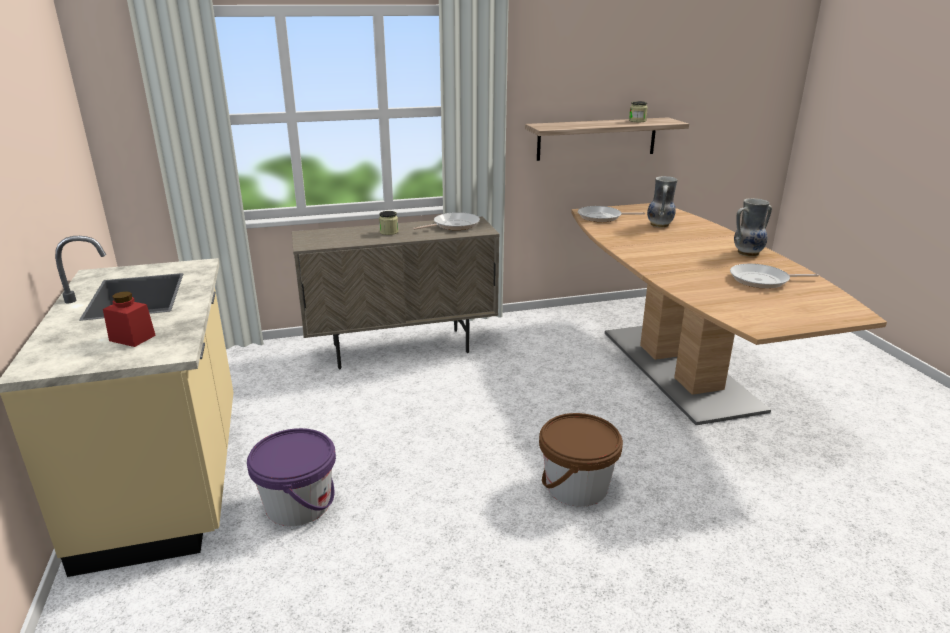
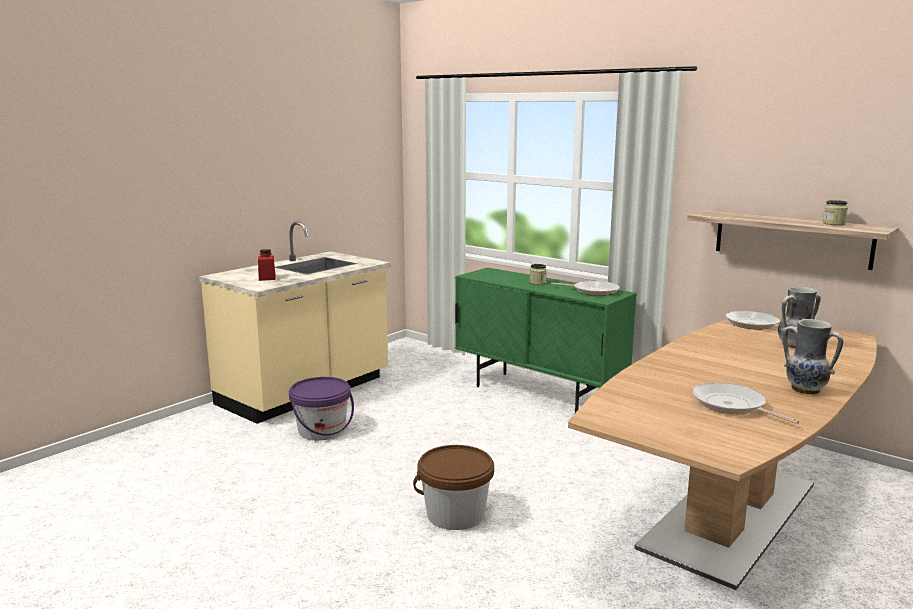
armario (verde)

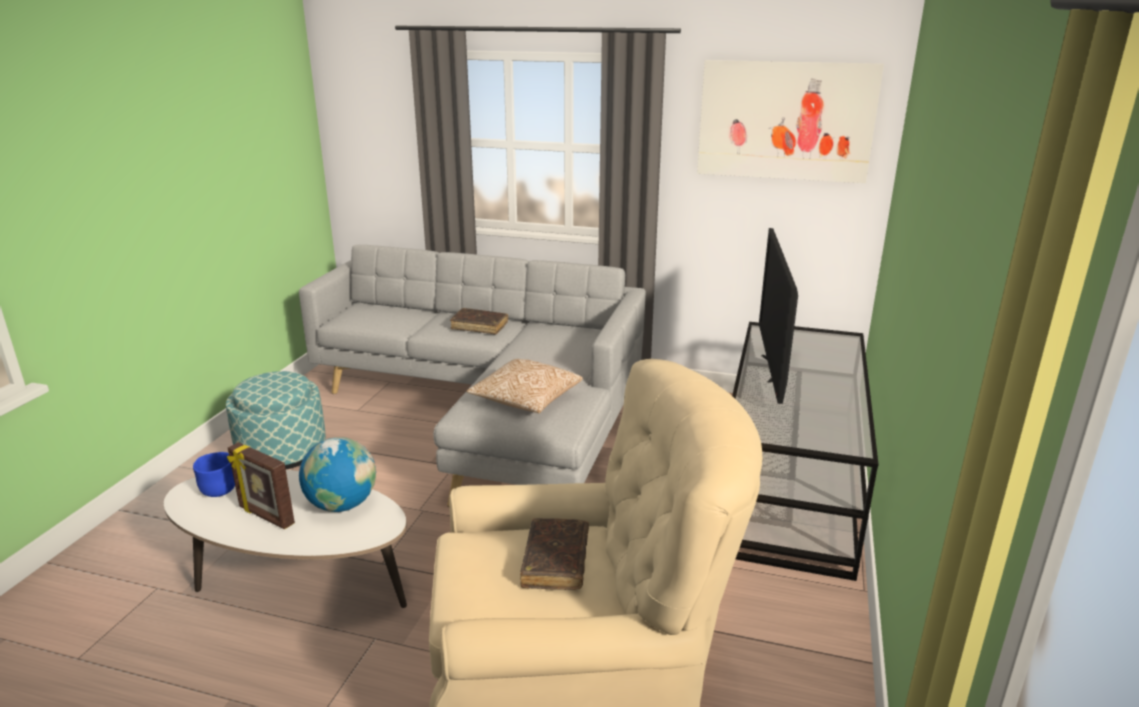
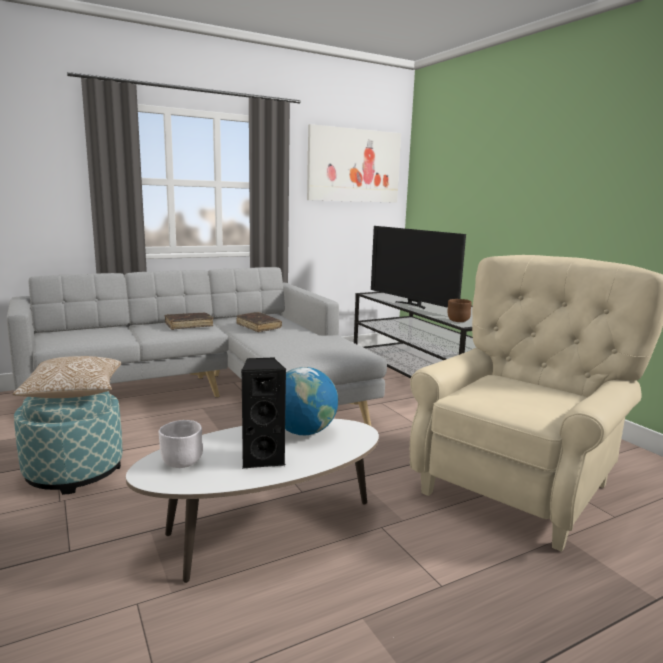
cuenco (marrón)
cojín
libro (marrón) (no. 2 from left)
altavoz (negro)
cuenco (blanco)

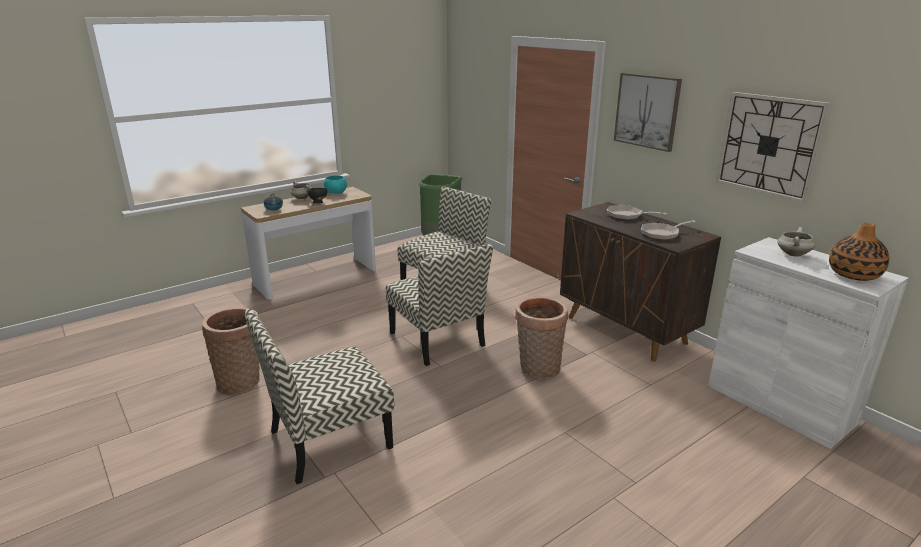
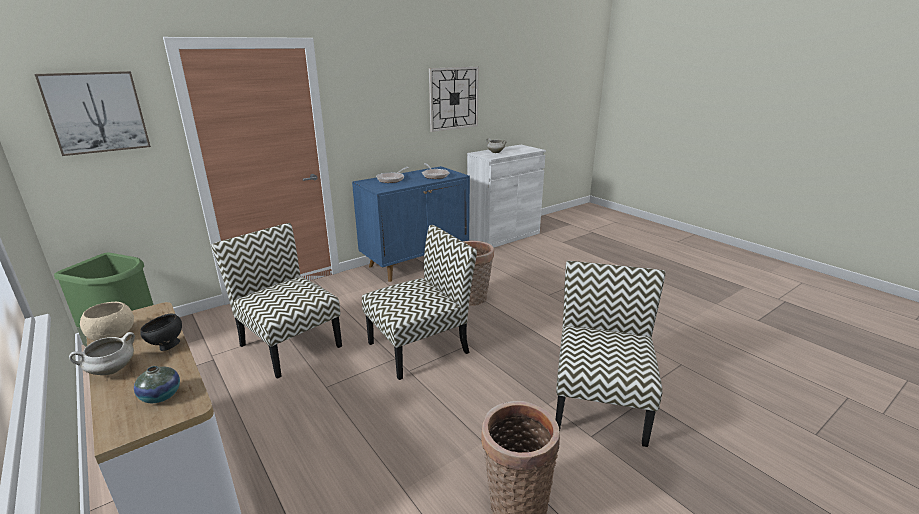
florero (no. 2 from left in the first image)
cuadro
cuenco (beis)
armario (azul)
silla (no. 3 from left)

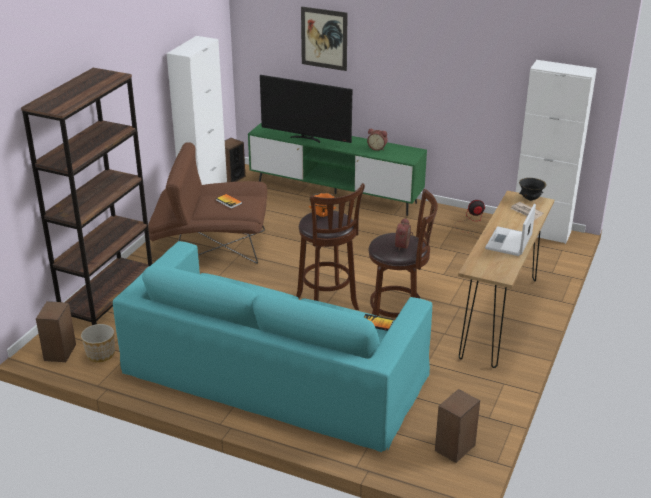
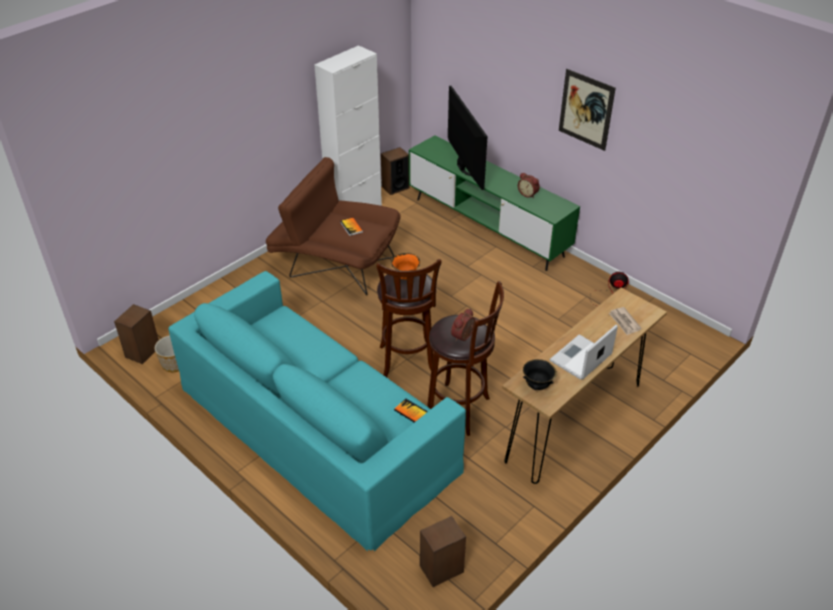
estantería (marrón)
armario (blanco) (no. 2 from left in the first image)
cuadro
cuenco (negro)
televisor

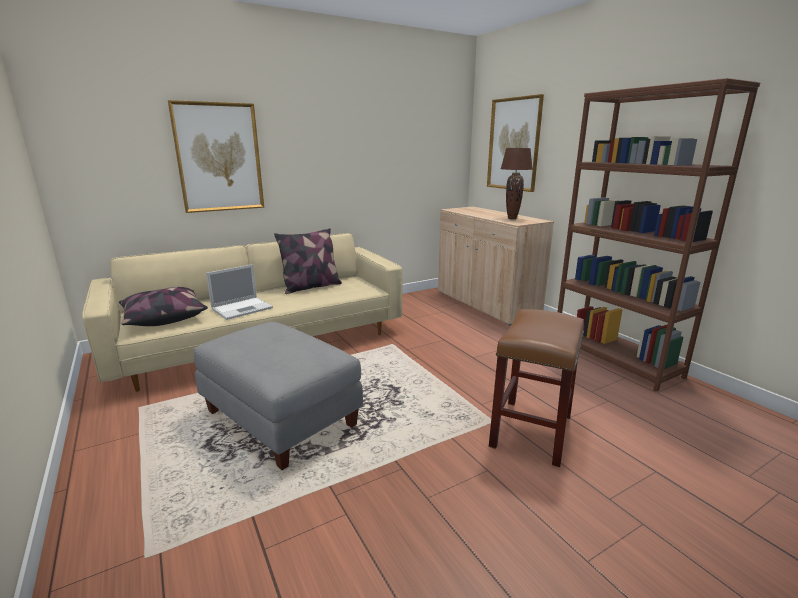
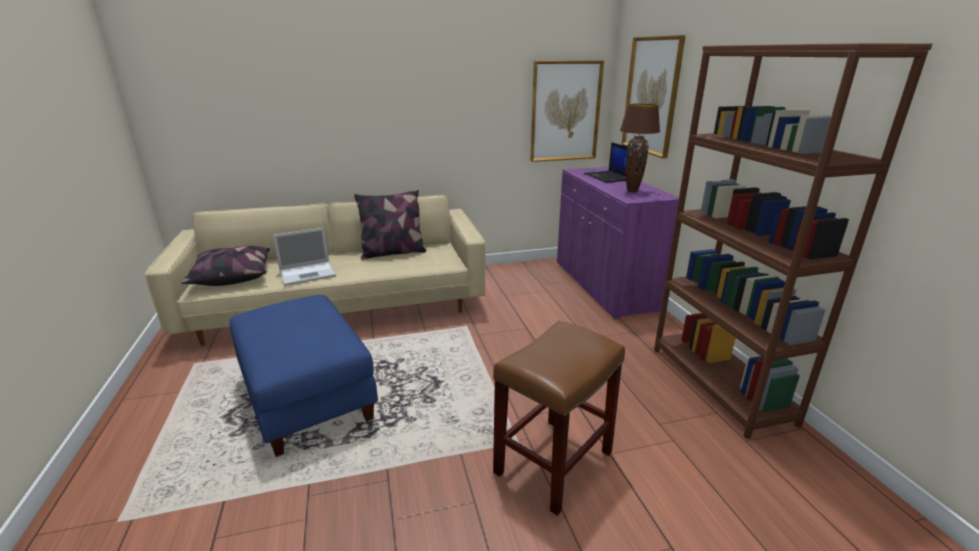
portátil (no. 2 from left)
cuadro (no. 1 from left)
puf (azul)
armario (morado)

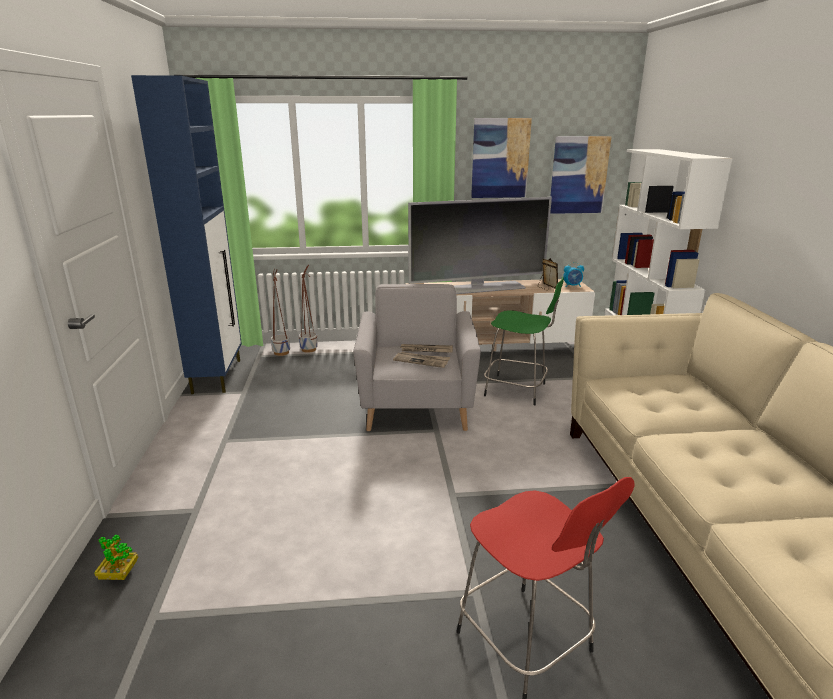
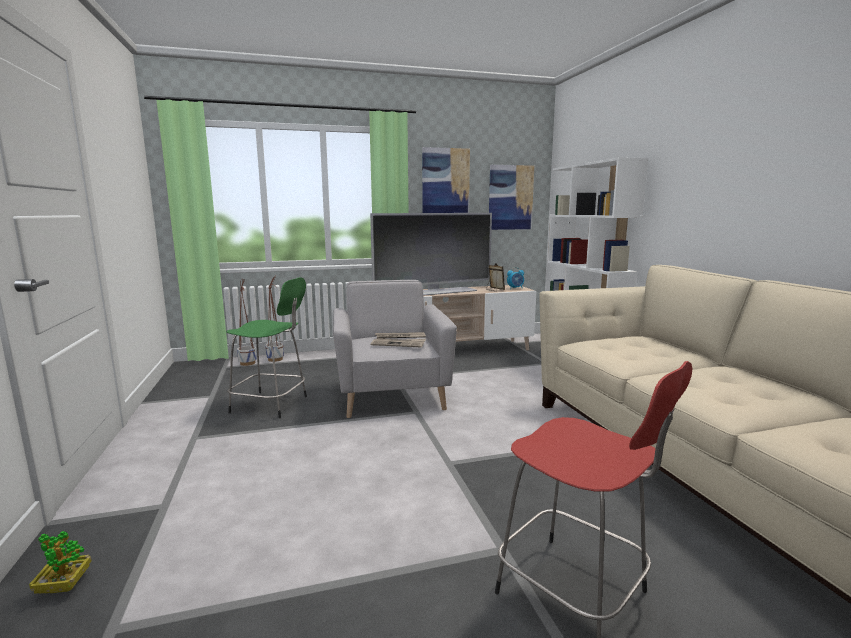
armario (azul)
taburete (verde)

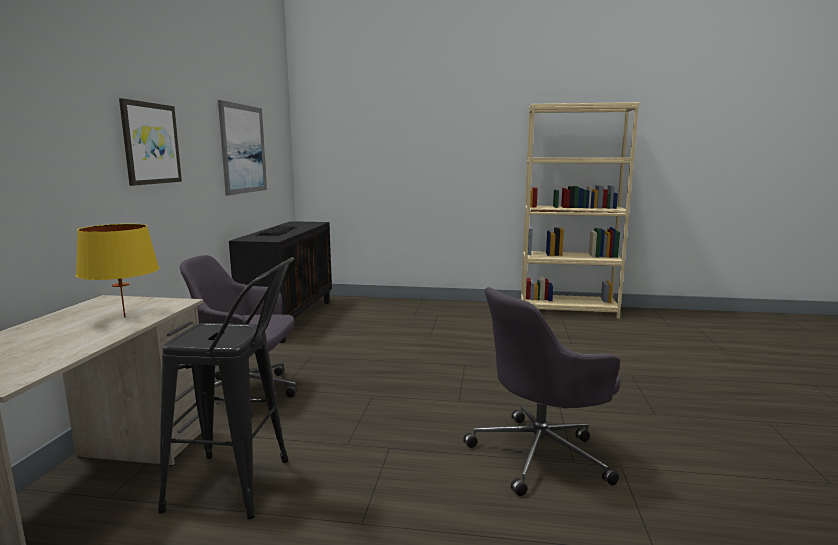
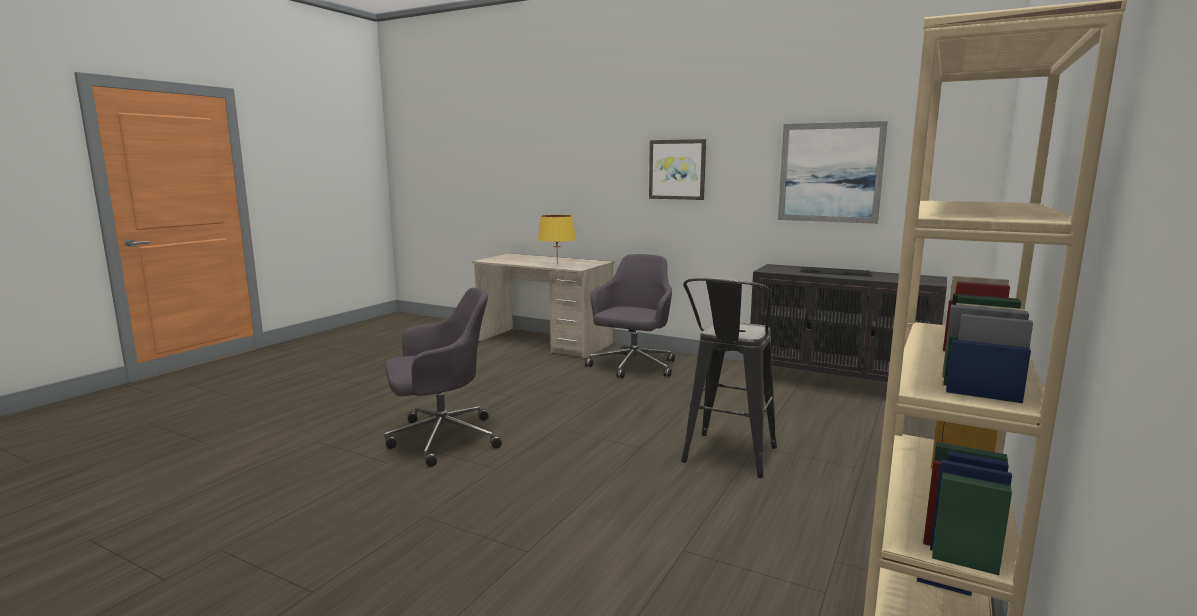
taburete (negro)
silla de oficina (gris) (no. 1 from left)

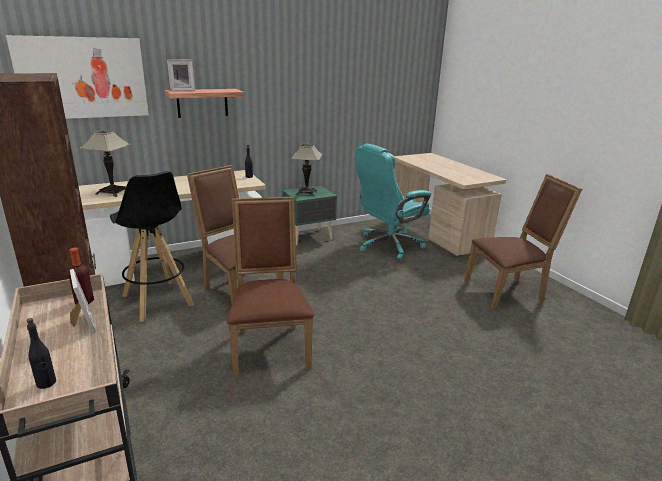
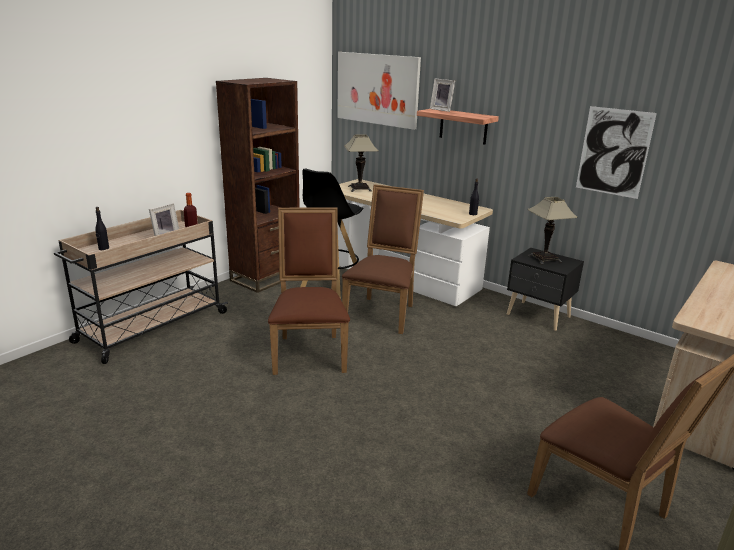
silla de oficina (turquesa)
cuadro (no. 2 from left)
mesita de noche (negro)
silla (marrón) (no. 1 from left)

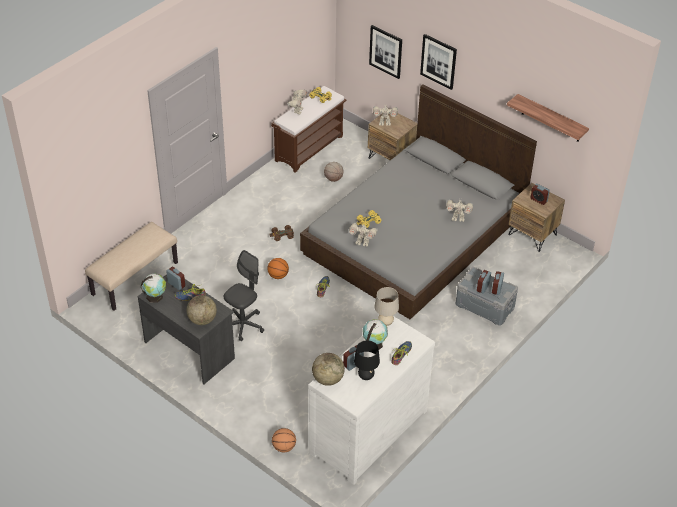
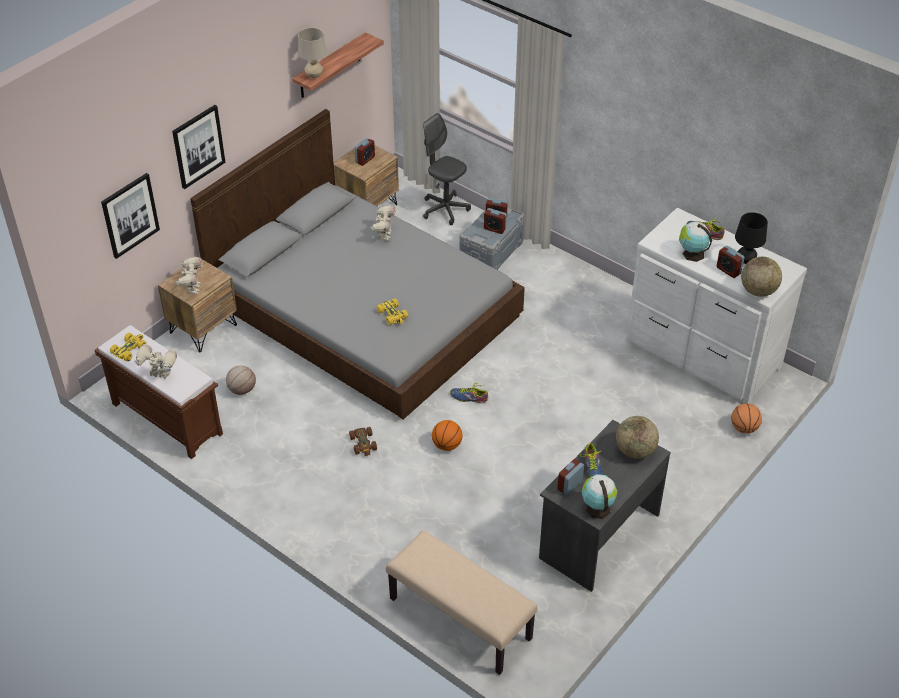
robot de juguete (no. 2 from left in the first image)
silla de oficina (gris)
lámpara de mesa (beis)

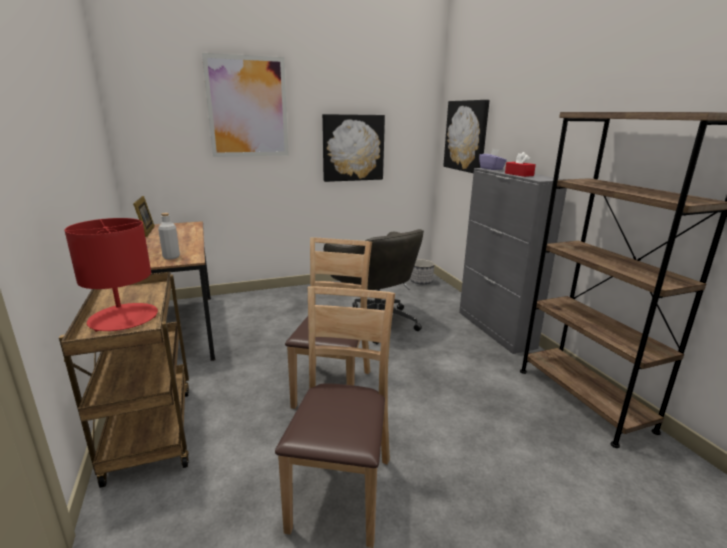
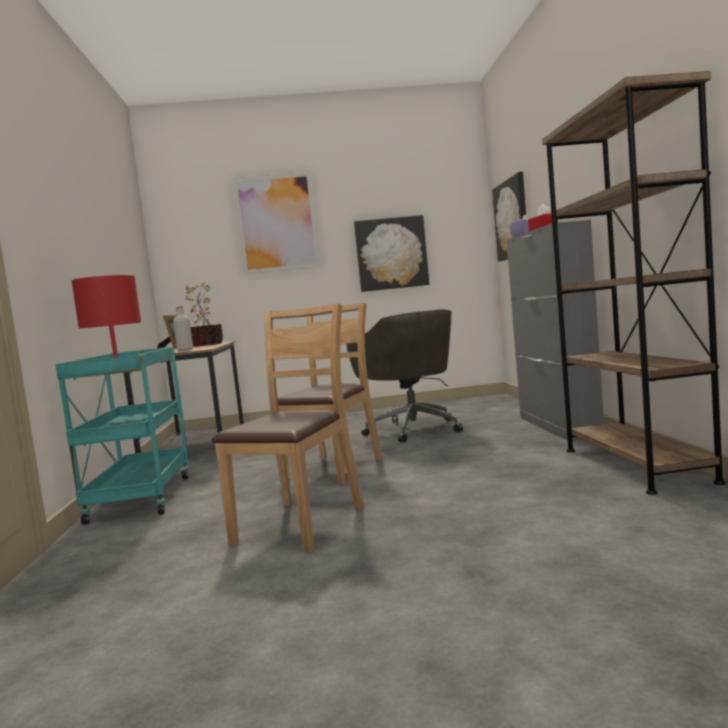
maceta
planta en maceta
carrito (turquesa)

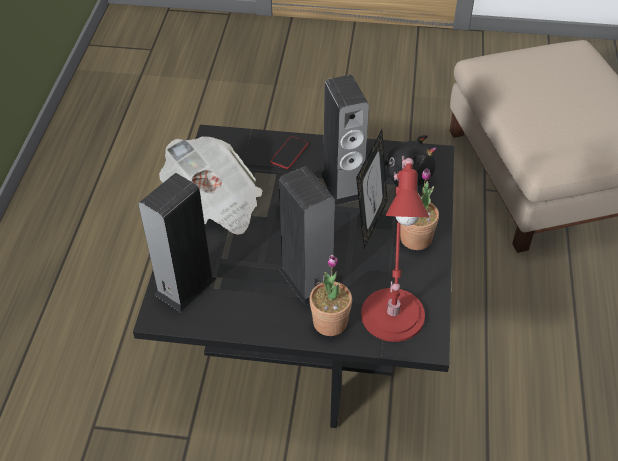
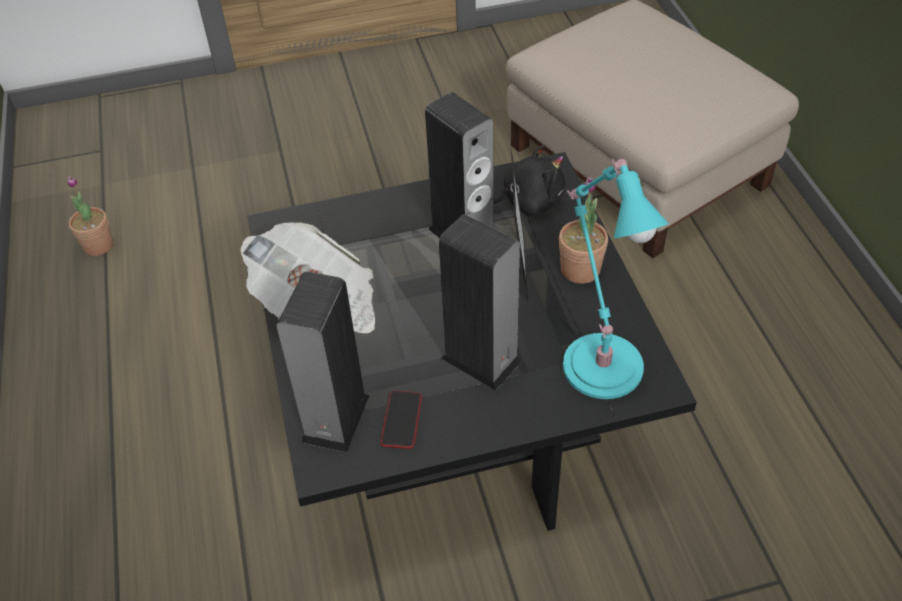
móvil
planta en maceta (no. 1 from left)
lámpara de mesa (turquesa)

